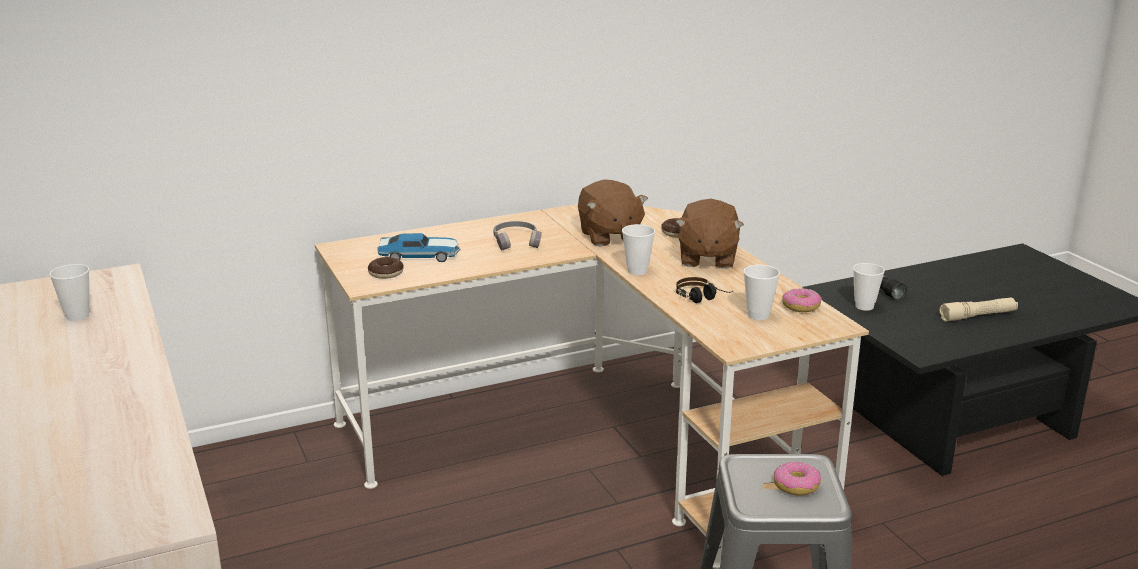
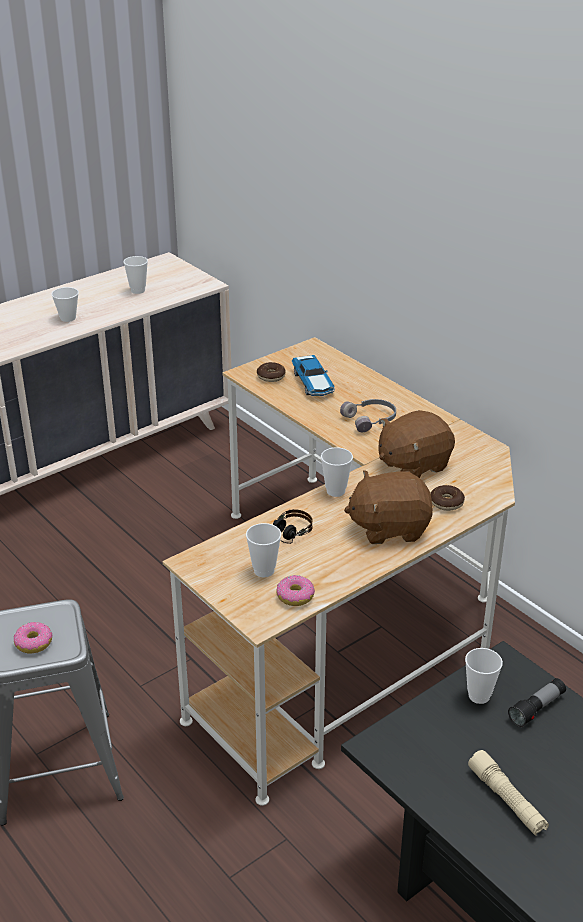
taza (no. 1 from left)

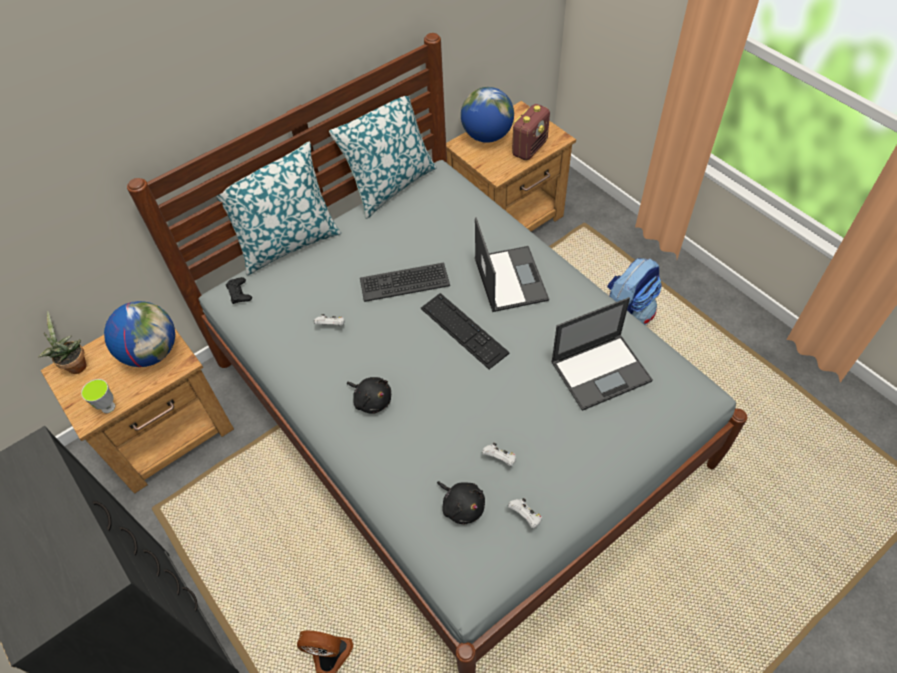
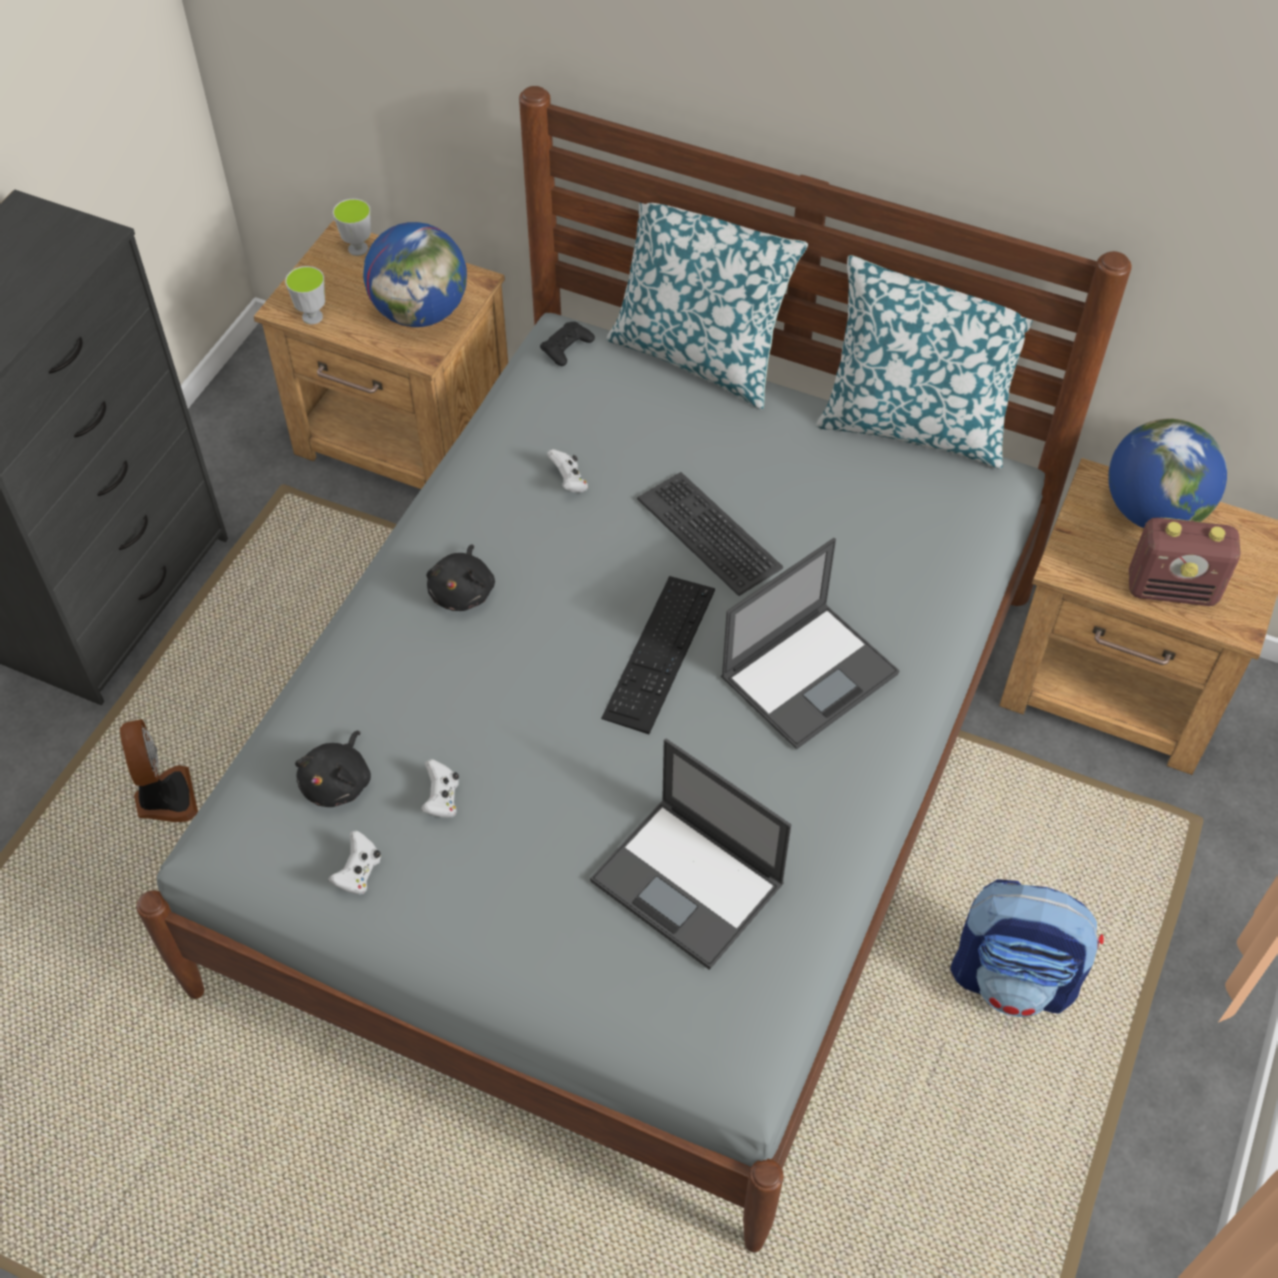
taza (no. 2 from left)

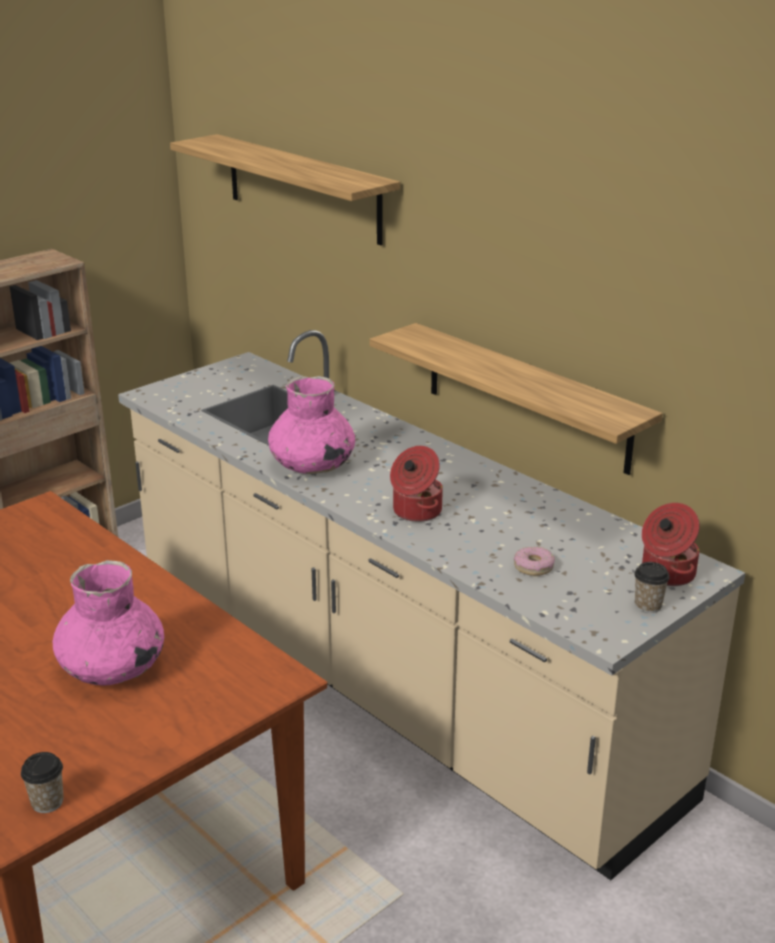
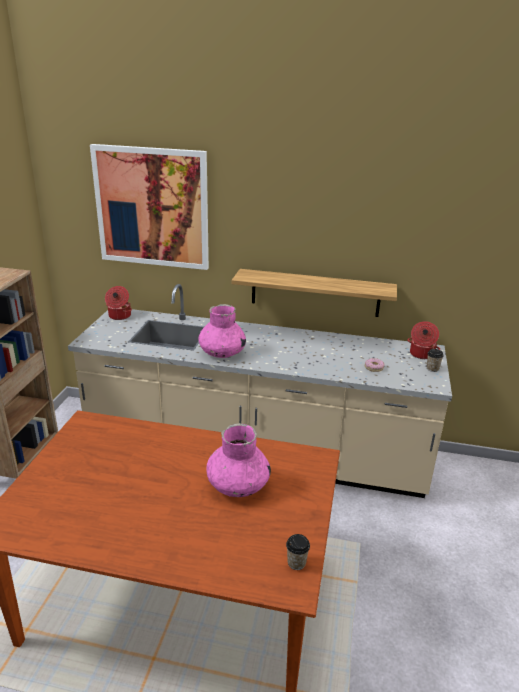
olla (no. 1 from left)
cuadro

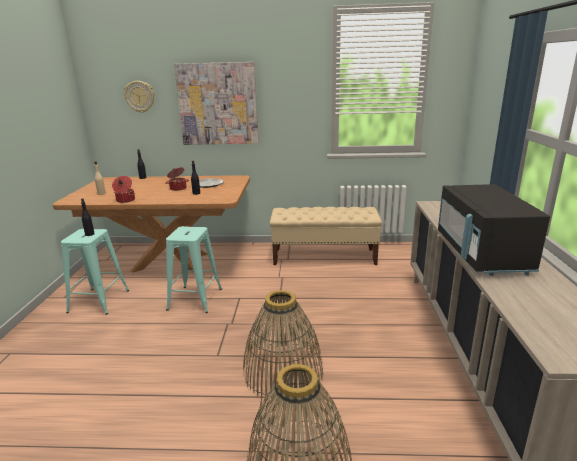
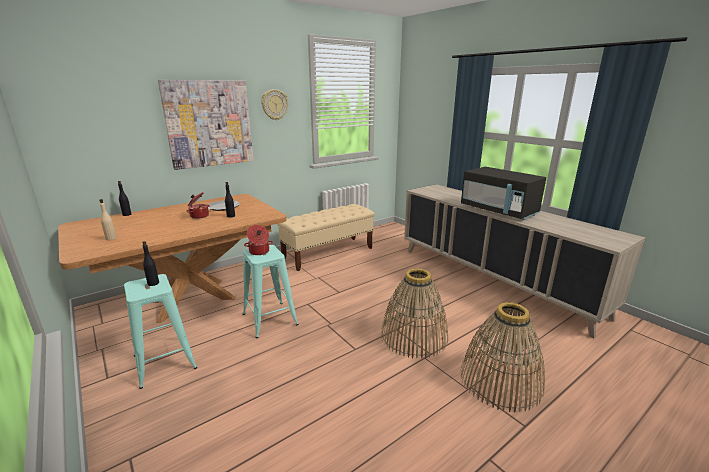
olla (no. 2 from left)
reloj de pared

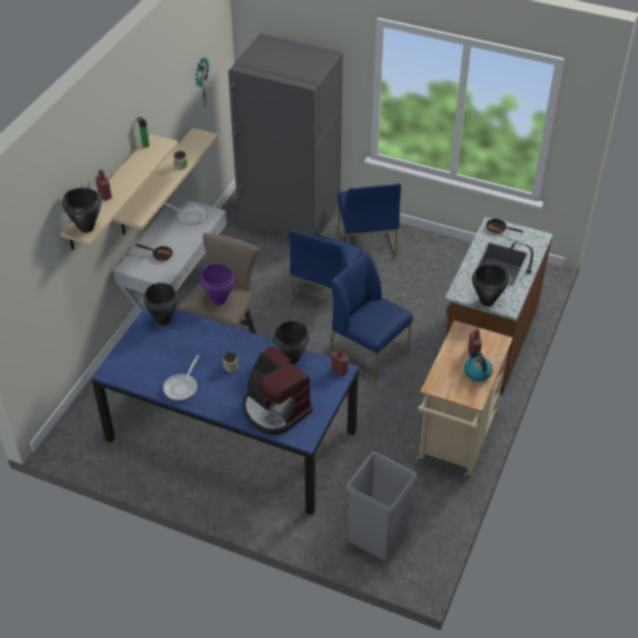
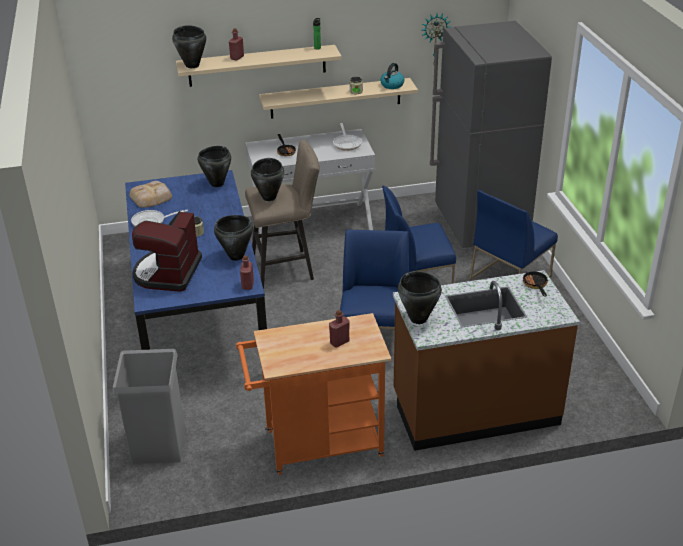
pan
hervidor
olla (negro) (no. 4 from left)
carrito (naranja)

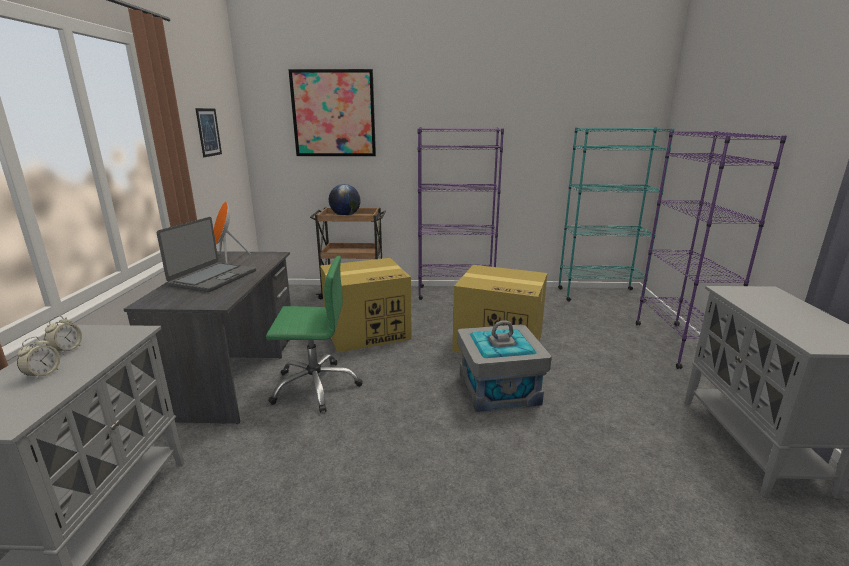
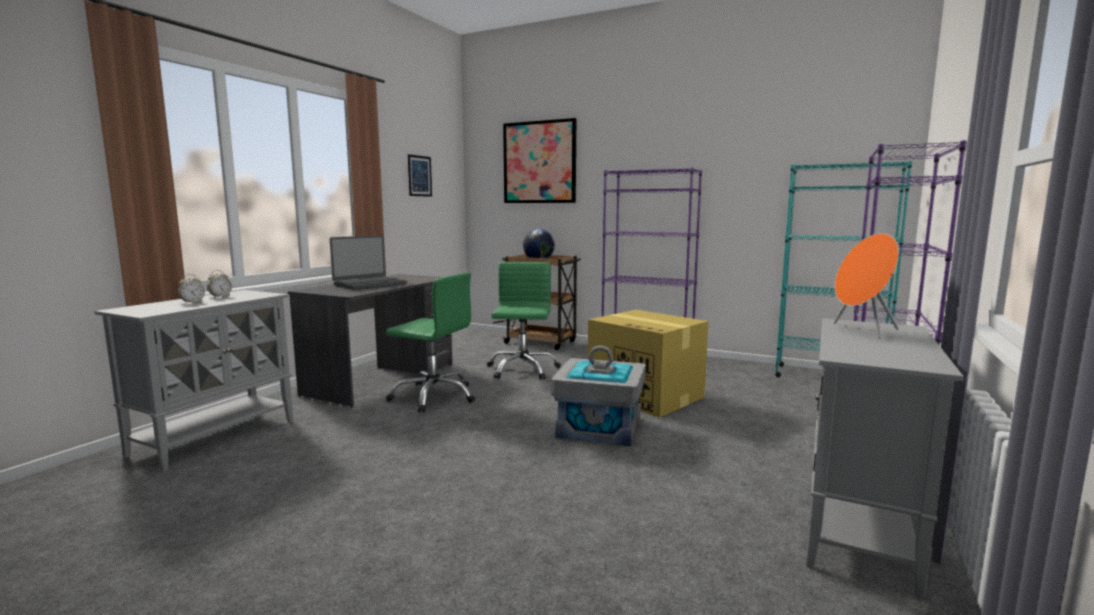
altavoz (naranja)
silla de oficina (verde) (no. 2 from left)

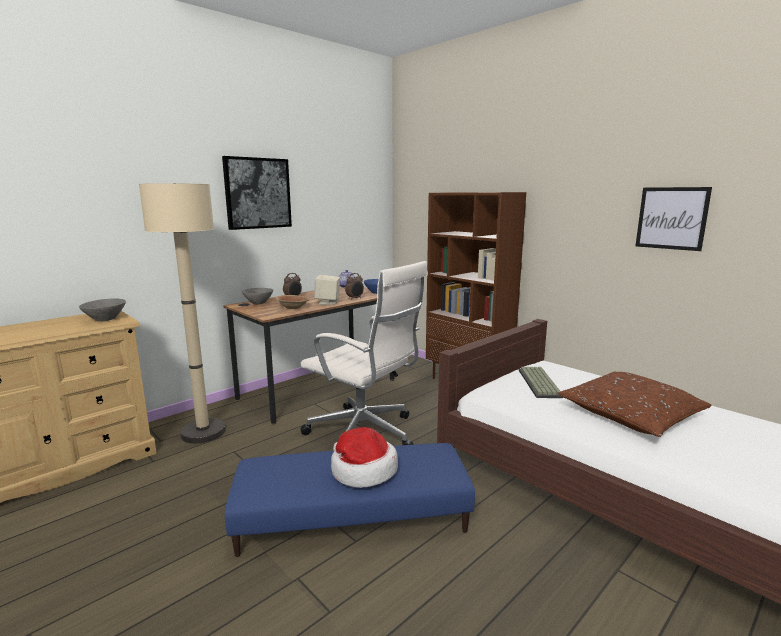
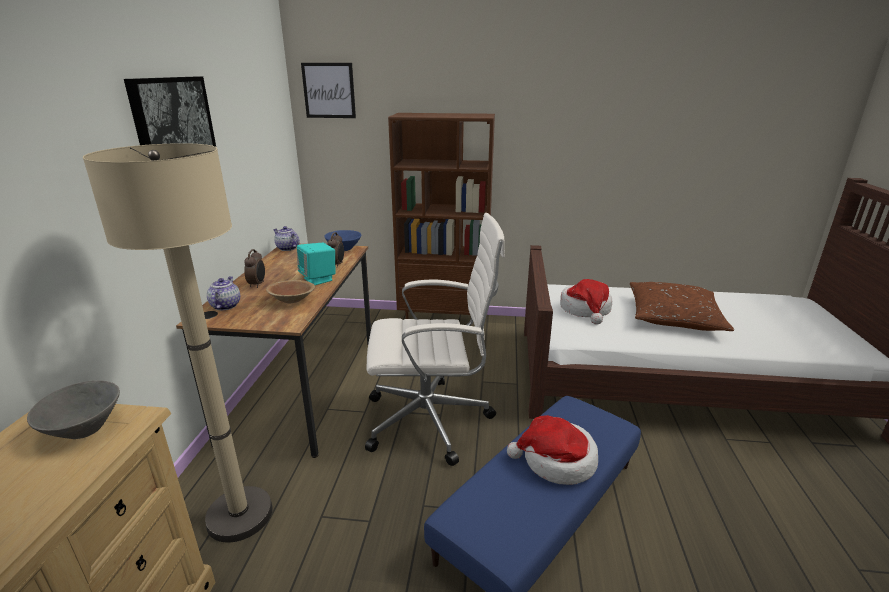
cuadro (no. 2 from left)
tetera (no. 1 from left)
sombrero (no. 2 from left)
altavoz (turquesa)

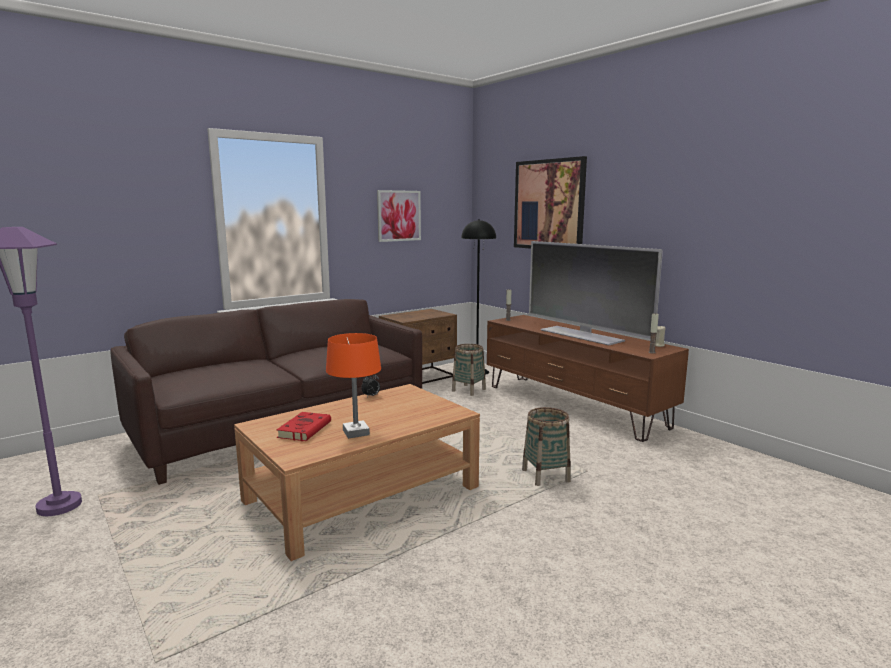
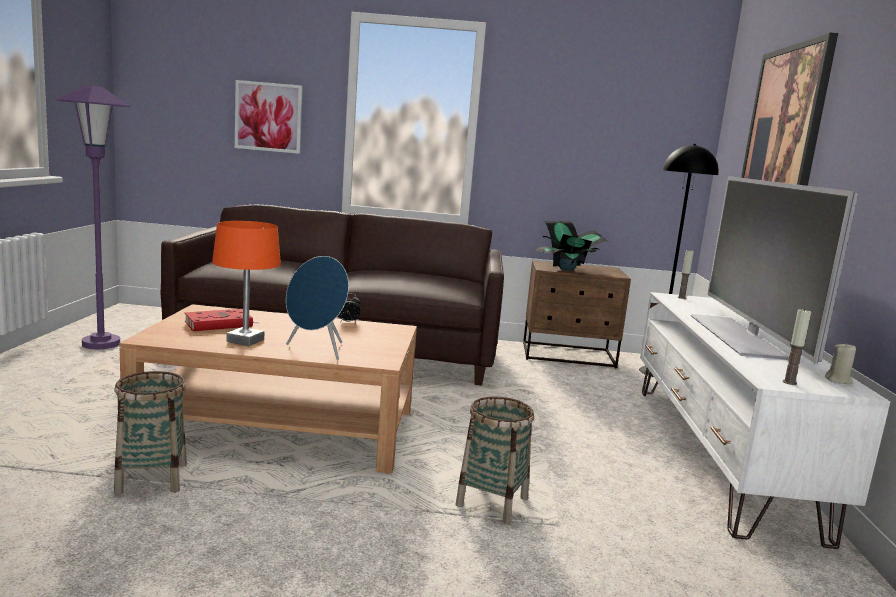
altavoz (azul)
planta en maceta
cuadro (no. 1 from left)
cesta (no. 1 from left)
mueble de televisión (blanco)

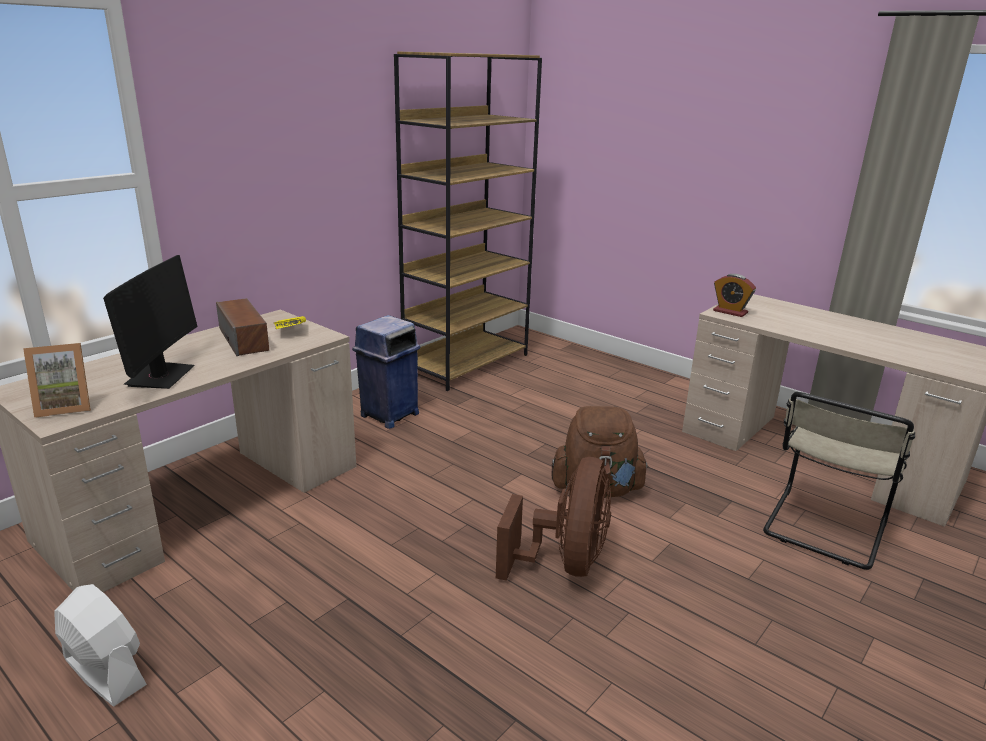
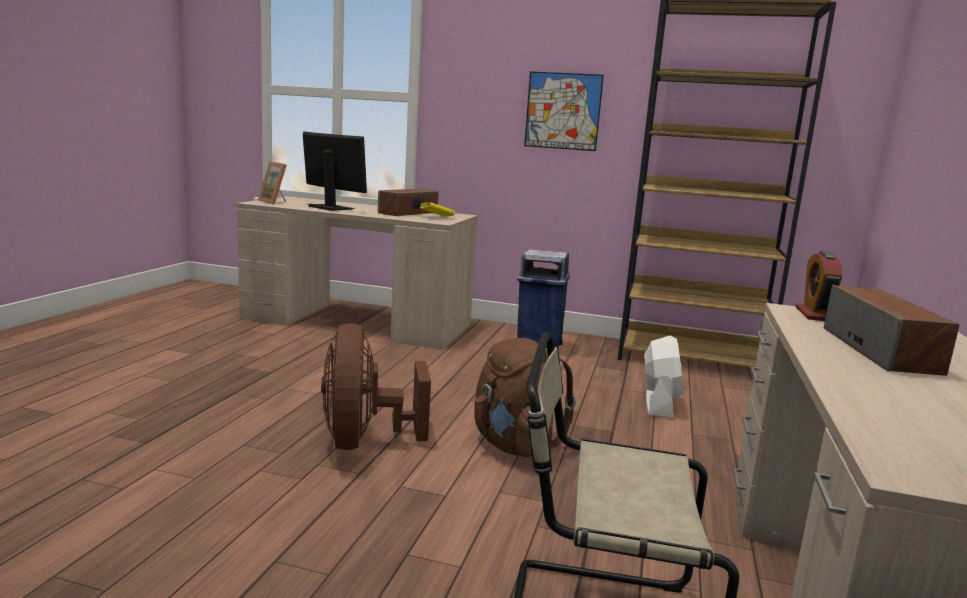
cuadro
altavoz (no. 2 from left)
ventilador (blanco)
monitor
ventilador (marrón)

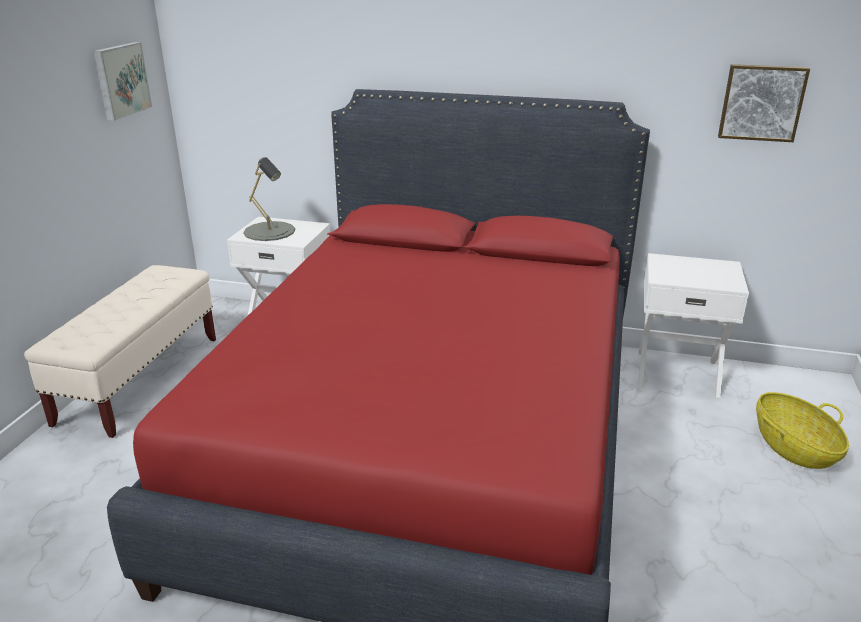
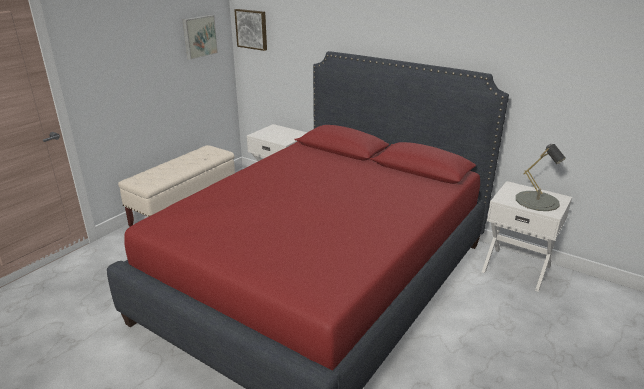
cesta
lámpara de mesa (gris)
cuadro (no. 2 from left)

